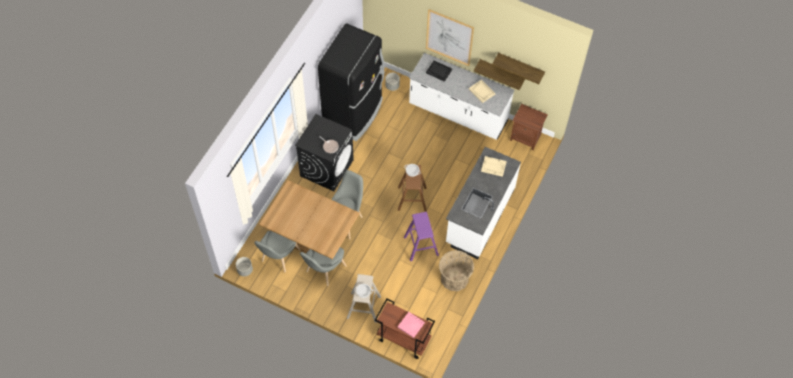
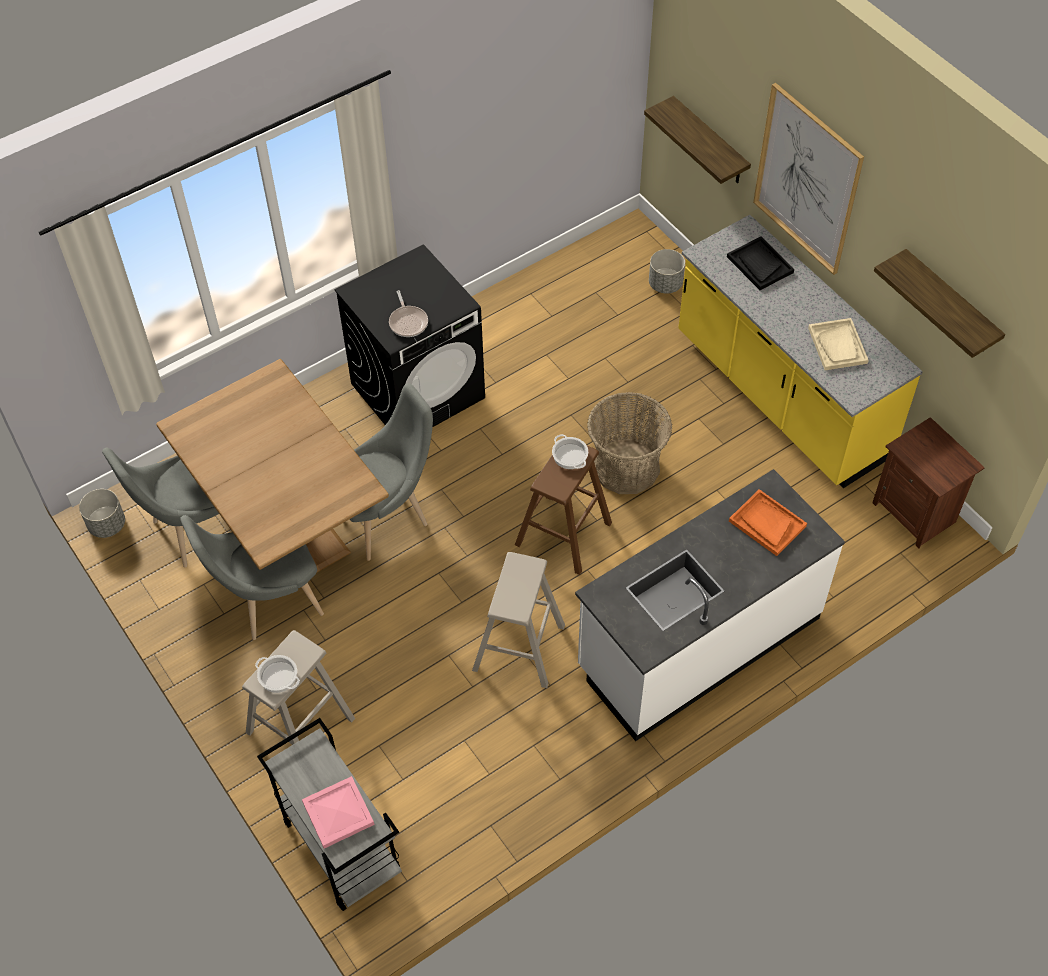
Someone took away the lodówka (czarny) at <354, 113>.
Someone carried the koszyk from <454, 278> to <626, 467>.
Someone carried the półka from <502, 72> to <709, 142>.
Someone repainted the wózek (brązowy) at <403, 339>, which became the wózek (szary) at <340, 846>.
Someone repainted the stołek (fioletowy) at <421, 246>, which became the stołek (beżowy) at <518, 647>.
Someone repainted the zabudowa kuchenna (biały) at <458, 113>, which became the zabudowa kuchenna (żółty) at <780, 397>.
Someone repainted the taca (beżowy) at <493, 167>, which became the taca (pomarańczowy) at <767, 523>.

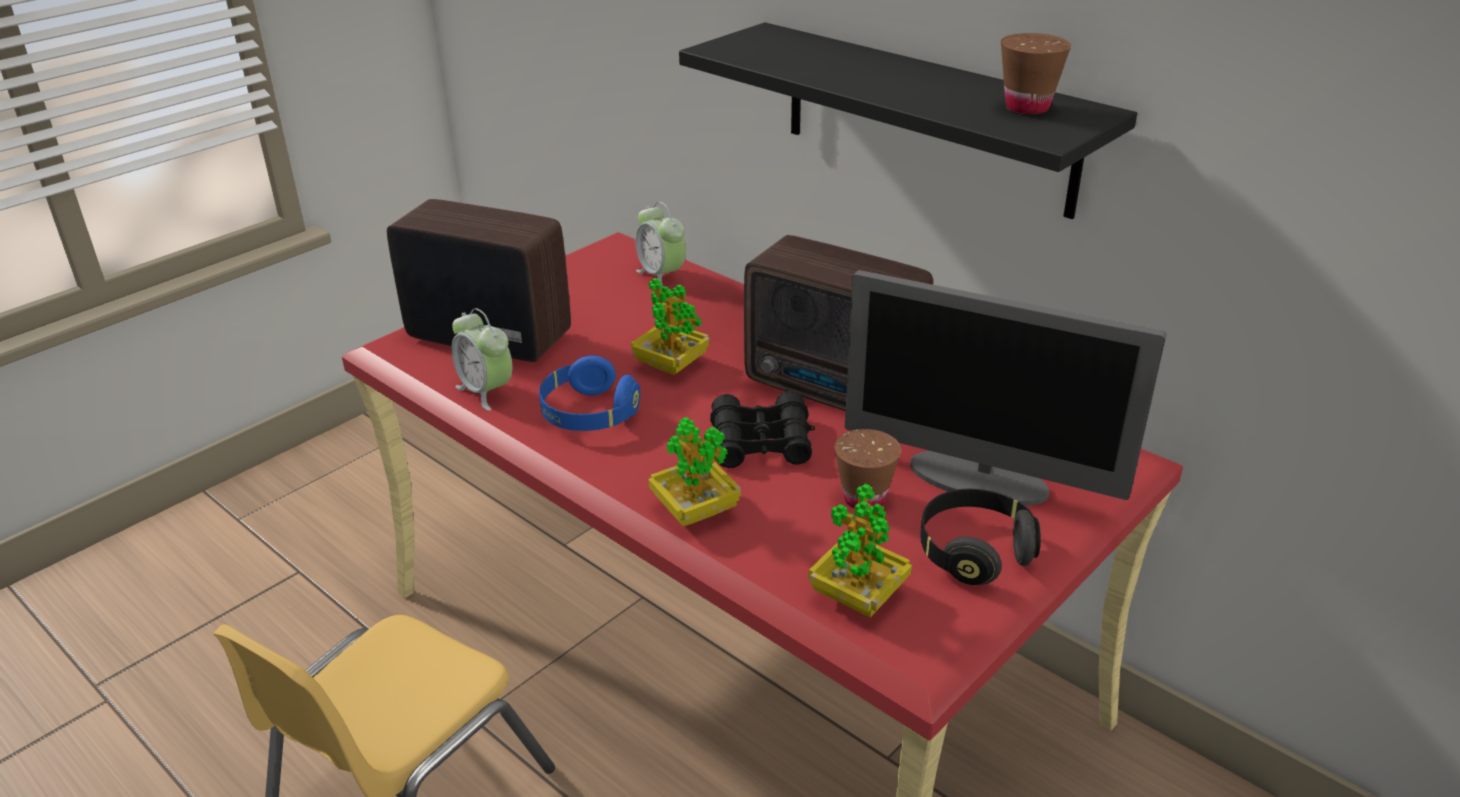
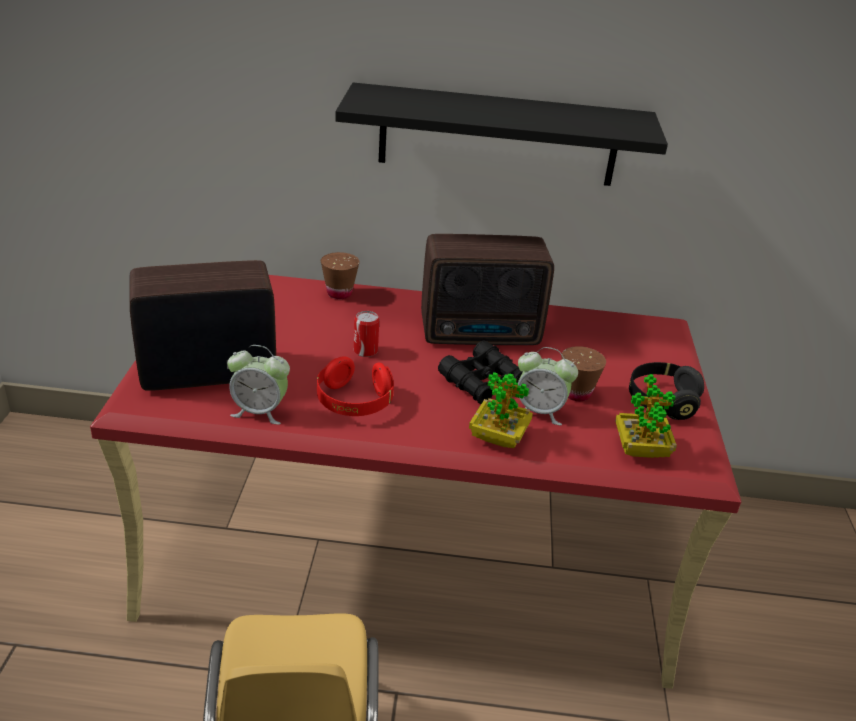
Someone took away the monitor at <979, 480>.
Someone carried the budzik from <661, 276> to <539, 411>.
Someone carried the filiżanka (brązowy) from <1027, 108> to <339, 293>.
Someone swapped the roślina doniczkowa at <671, 365> for the puszka at <365, 351>.
Someone repainted the słuchawki (niebieski) at <589, 415>, which became the słuchawki (czerwony) at <354, 402>.

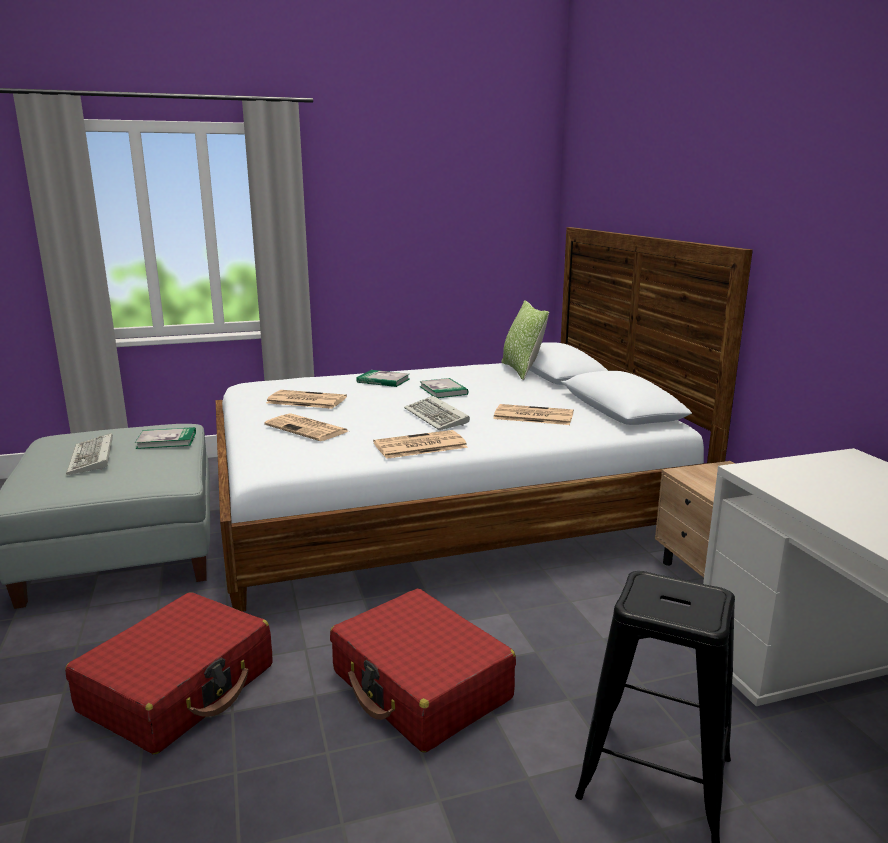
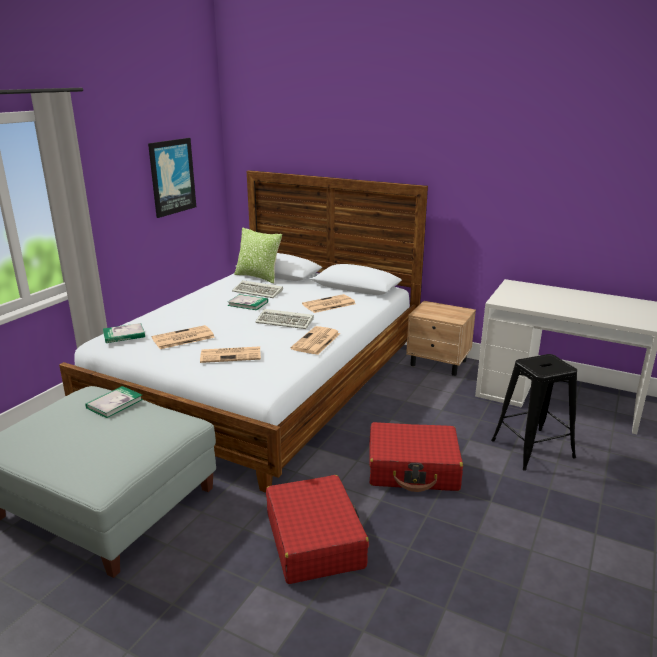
Someone put up the obraz at <172, 177>.
Someone carried the klawiatura from <93, 458> to <259, 291>.
Someone carried the książka from <383, 380> to <124, 335>.

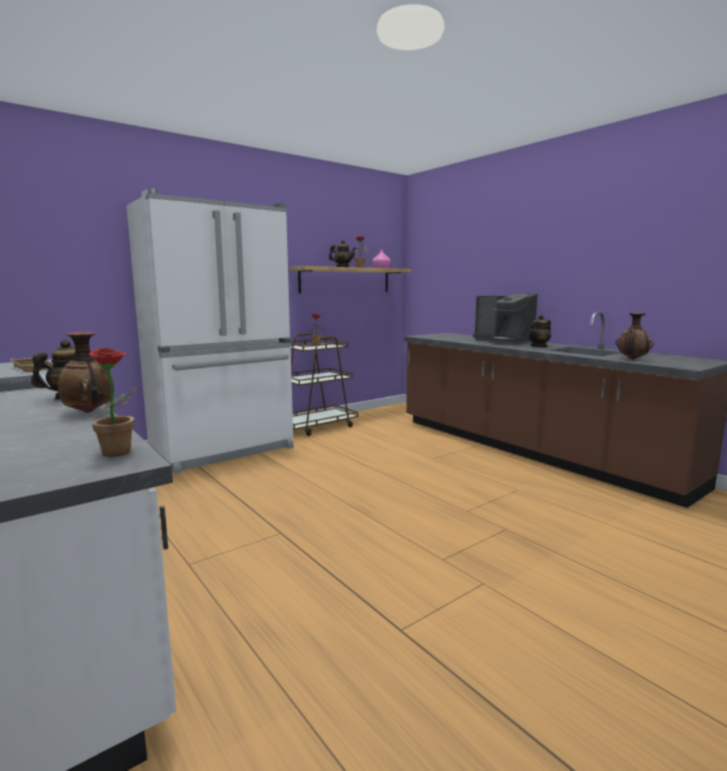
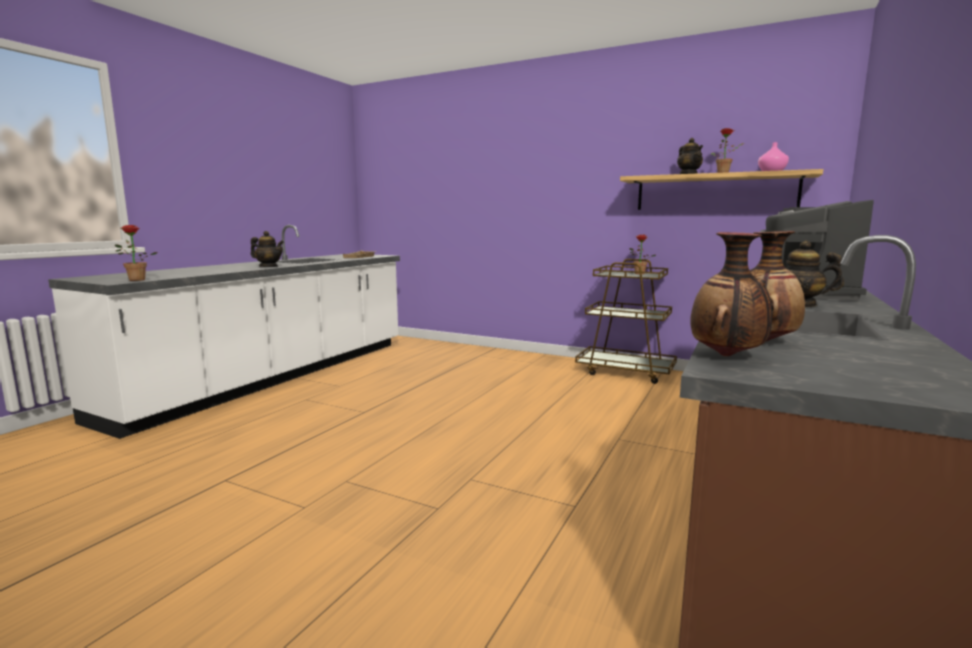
Someone took away the lodówka (biały) at <224, 450>.
Someone carried the wazon from <90, 412> to <727, 356>.

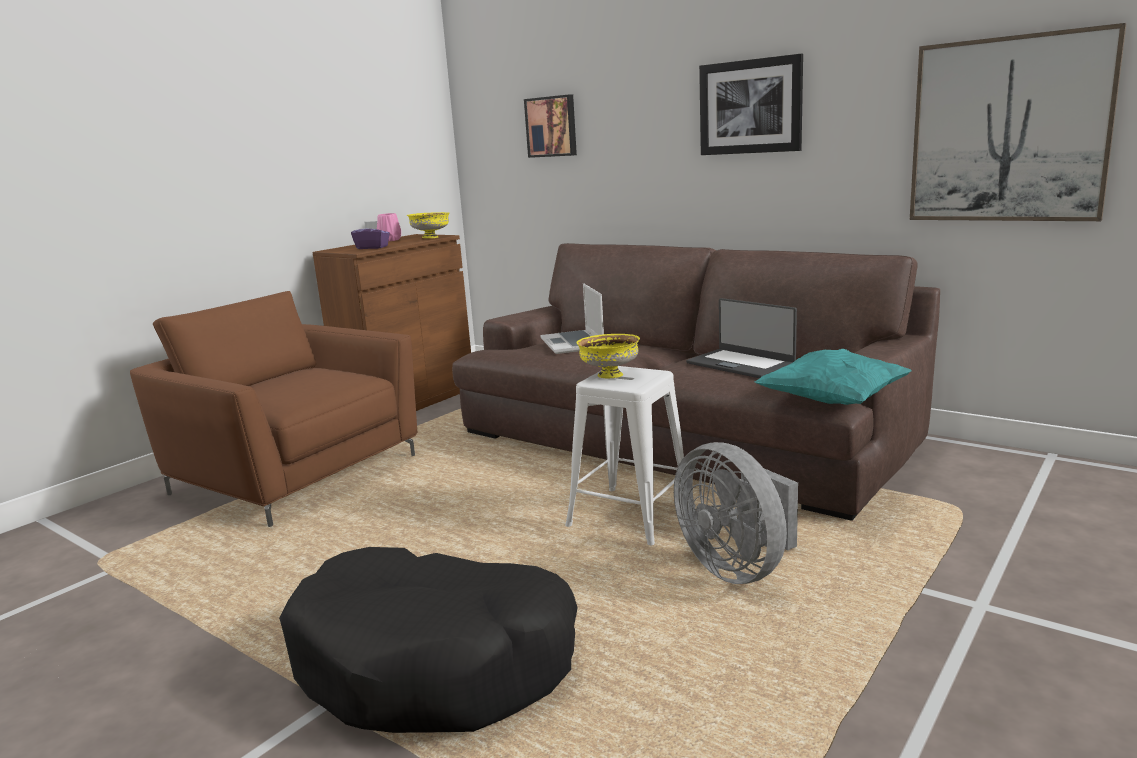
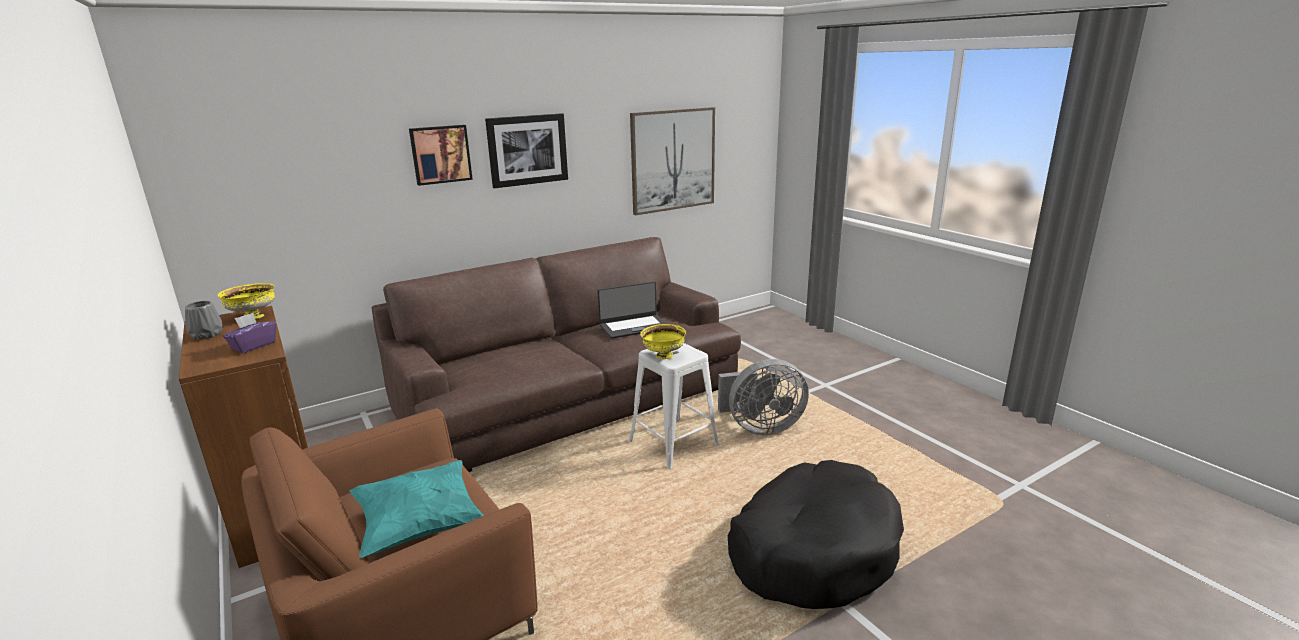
Someone took away the laptop at <573, 344>.
Someone carried the obraz from <552, 126> to <440, 154>.
Someone carried the poduszka (turkusowy) from <832, 402> to <420, 526>.
Someone repainted the wazon (różowy) at <389, 240>, which became the wazon (szary) at <207, 335>.

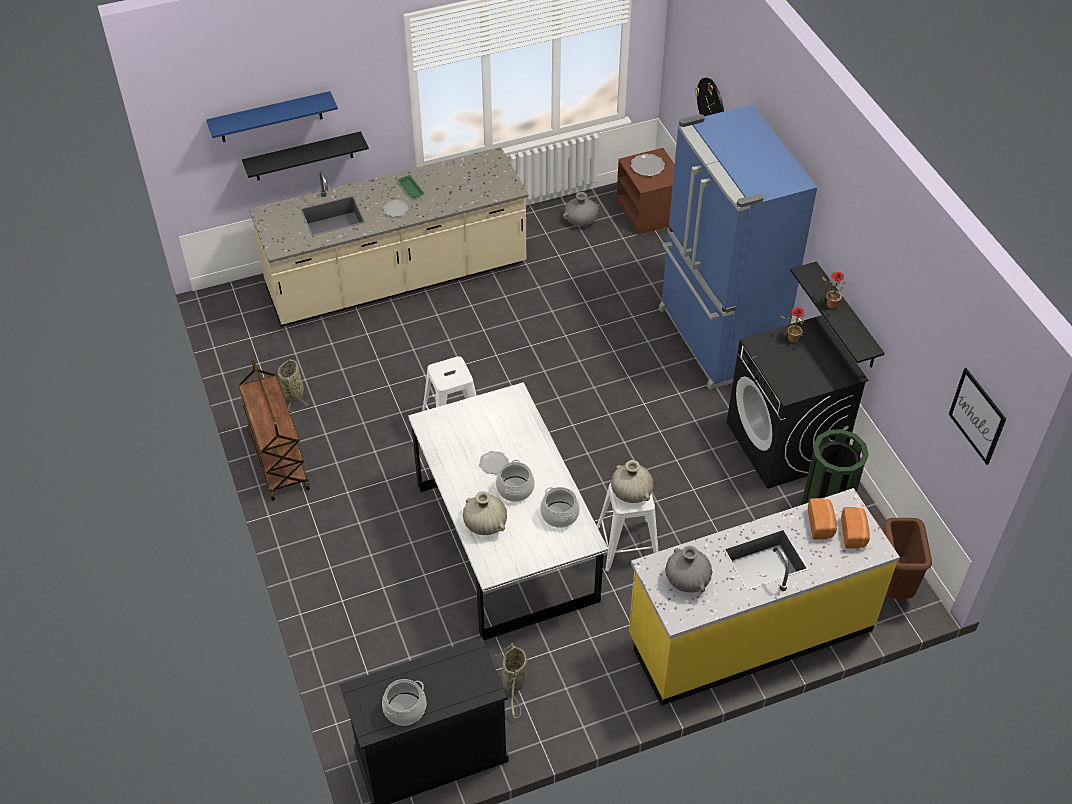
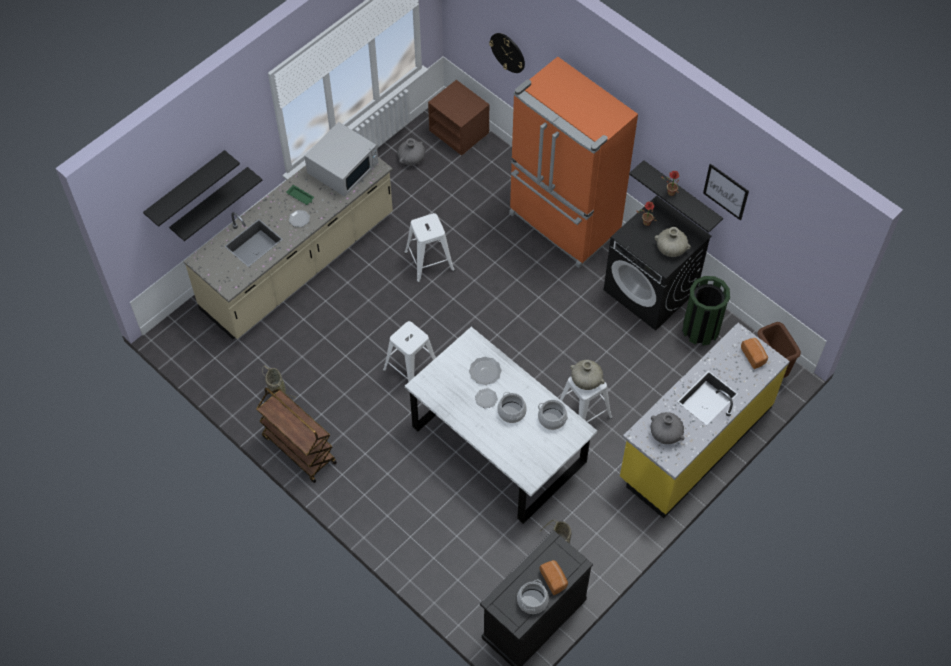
Someone put down the mikrofalówka (biały) at <343, 168>.
Someone put down the stołek (biały) at <430, 261>.
Someone carried the wazon (beżowy) from <485, 524> to <671, 248>.
Someone carried the talerz from <647, 166> to <485, 371>.
Someone carried the chleb from <821, 524> to <554, 579>.
Someone carried the obraz from <977, 416> to <726, 191>.
Someone repainted the półka (niebieski) at <270, 117>, which became the półka (czarny) at <186, 188>.
Someone repainted the lodówka (niebieski) at <716, 339>, which became the lodówka (pomarańczowy) at <563, 224>.

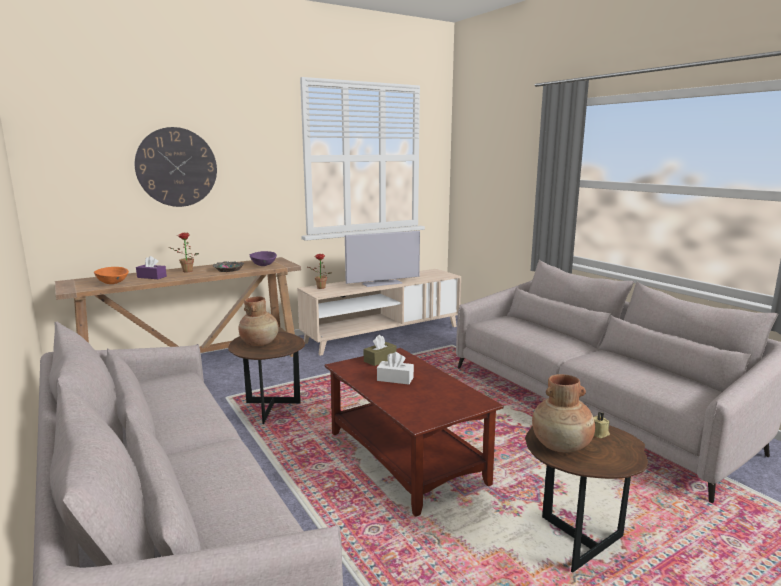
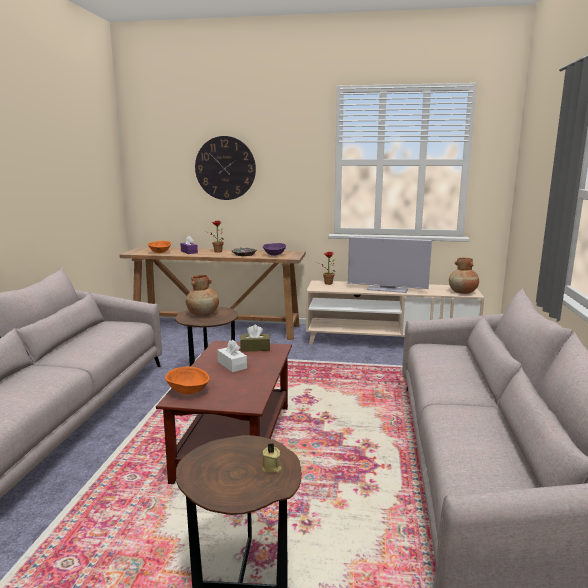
Someone put down the miska (pomarańczowy) at <188, 391>.
Someone carried the wazon (brązowy) from <561, 446> to <462, 292>.

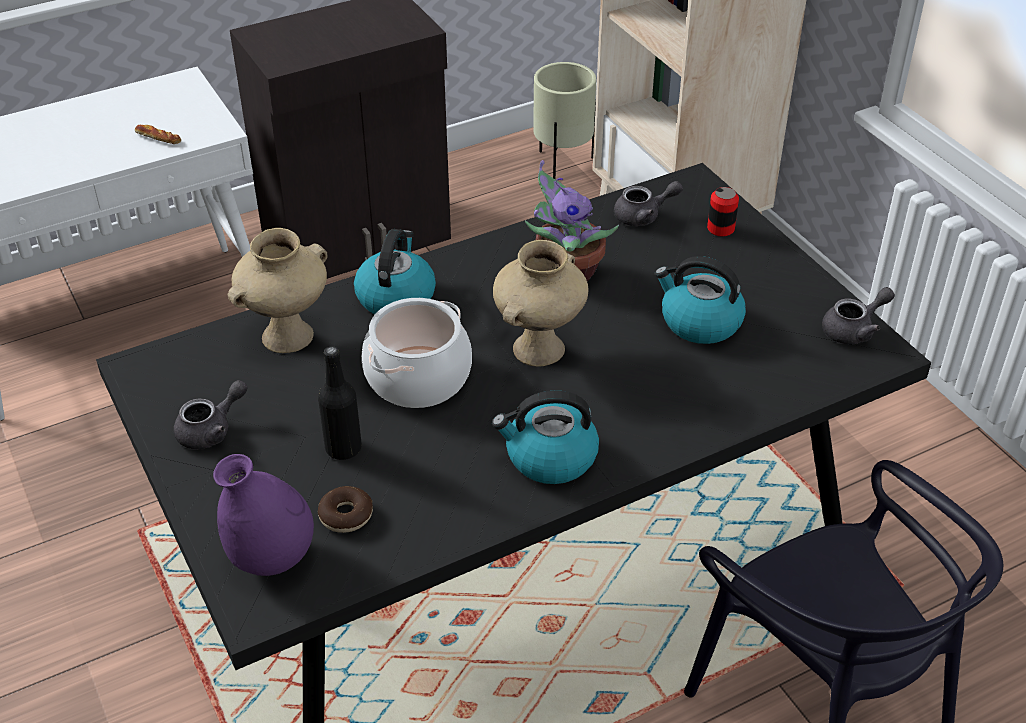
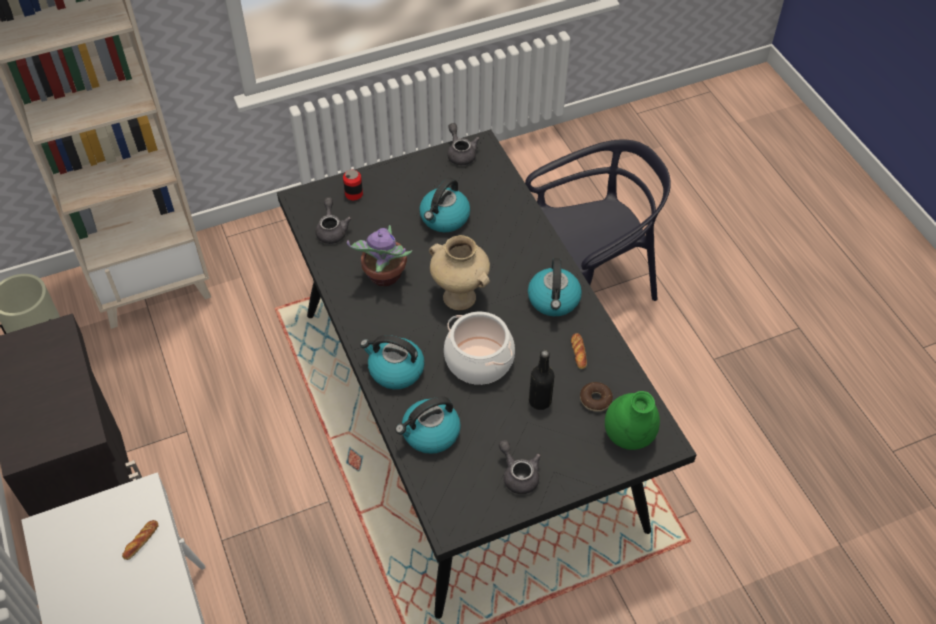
Someone put down the chleb at <578, 352>.
Someone swapped the wazon (beżowy) at <287, 338> for the czajnik at <430, 434>.
Someone repainted the wazon (fioletowy) at <272, 559>, which became the wazon (zielony) at <628, 436>.

